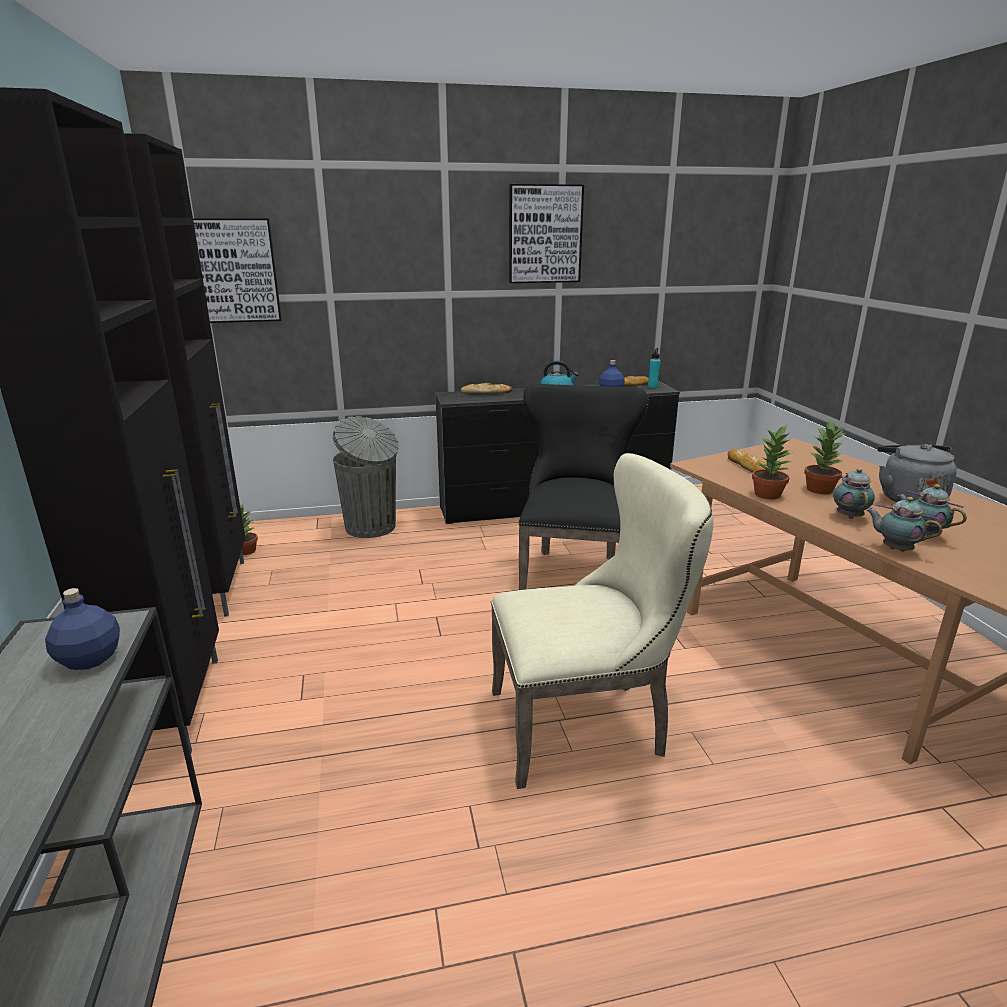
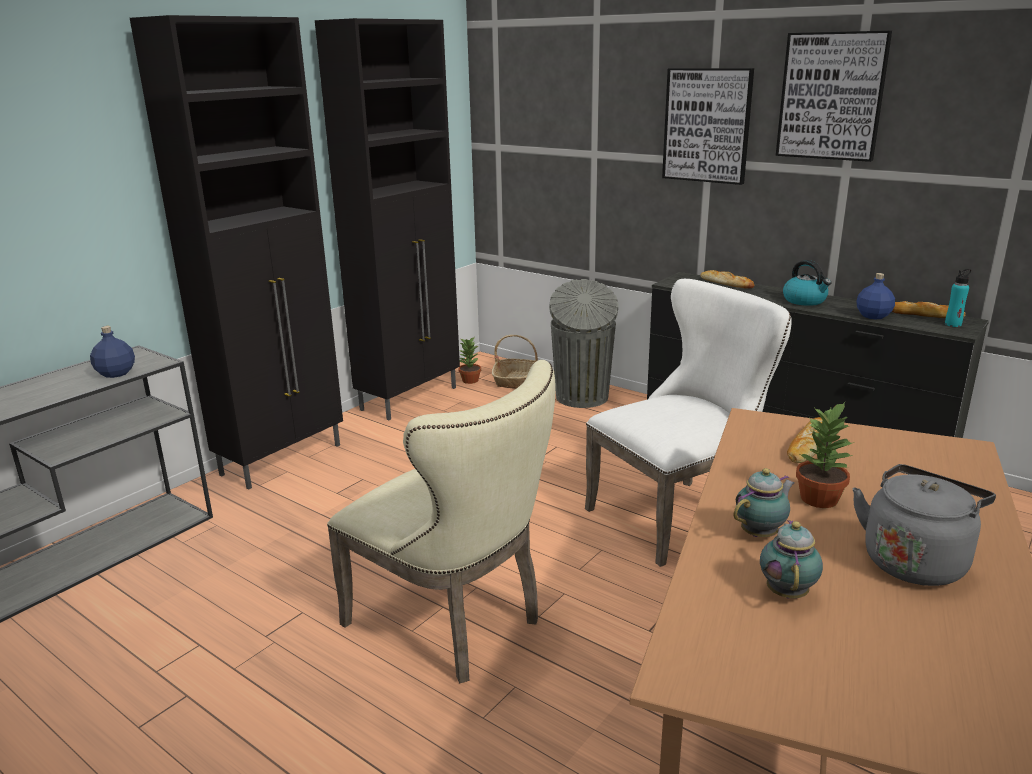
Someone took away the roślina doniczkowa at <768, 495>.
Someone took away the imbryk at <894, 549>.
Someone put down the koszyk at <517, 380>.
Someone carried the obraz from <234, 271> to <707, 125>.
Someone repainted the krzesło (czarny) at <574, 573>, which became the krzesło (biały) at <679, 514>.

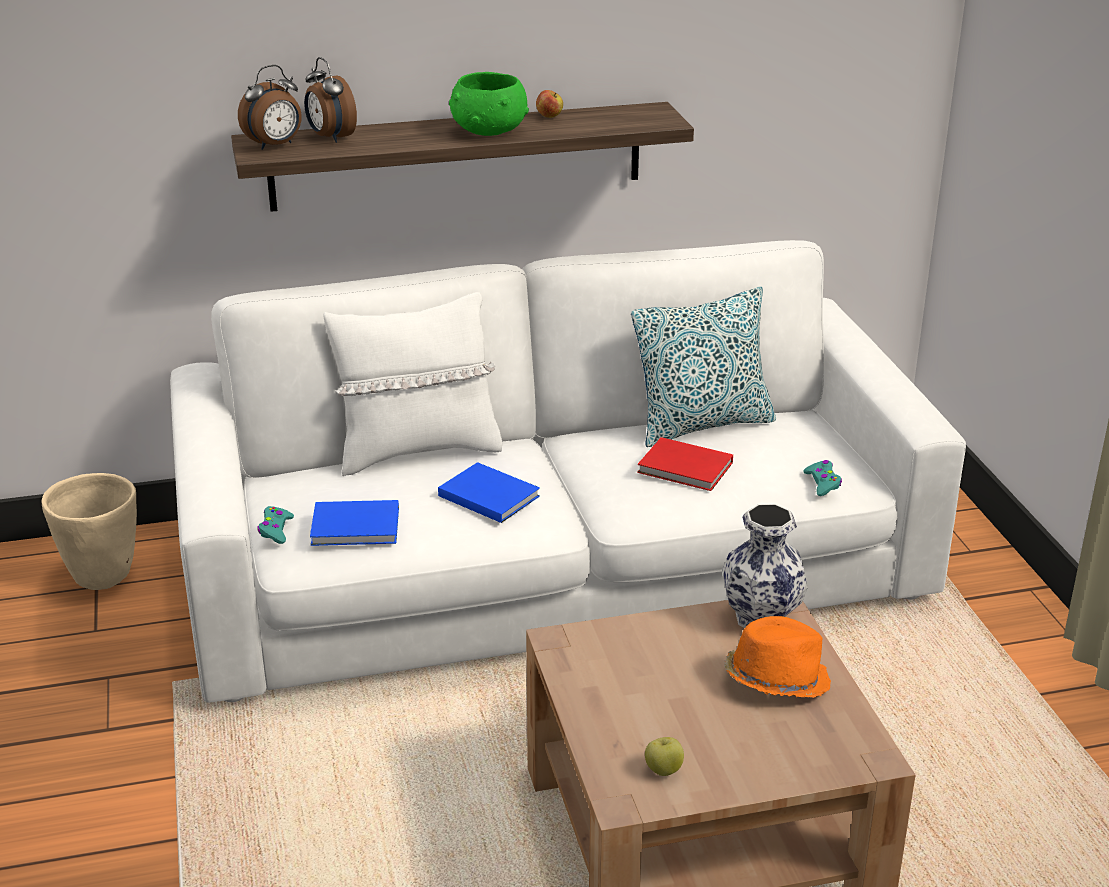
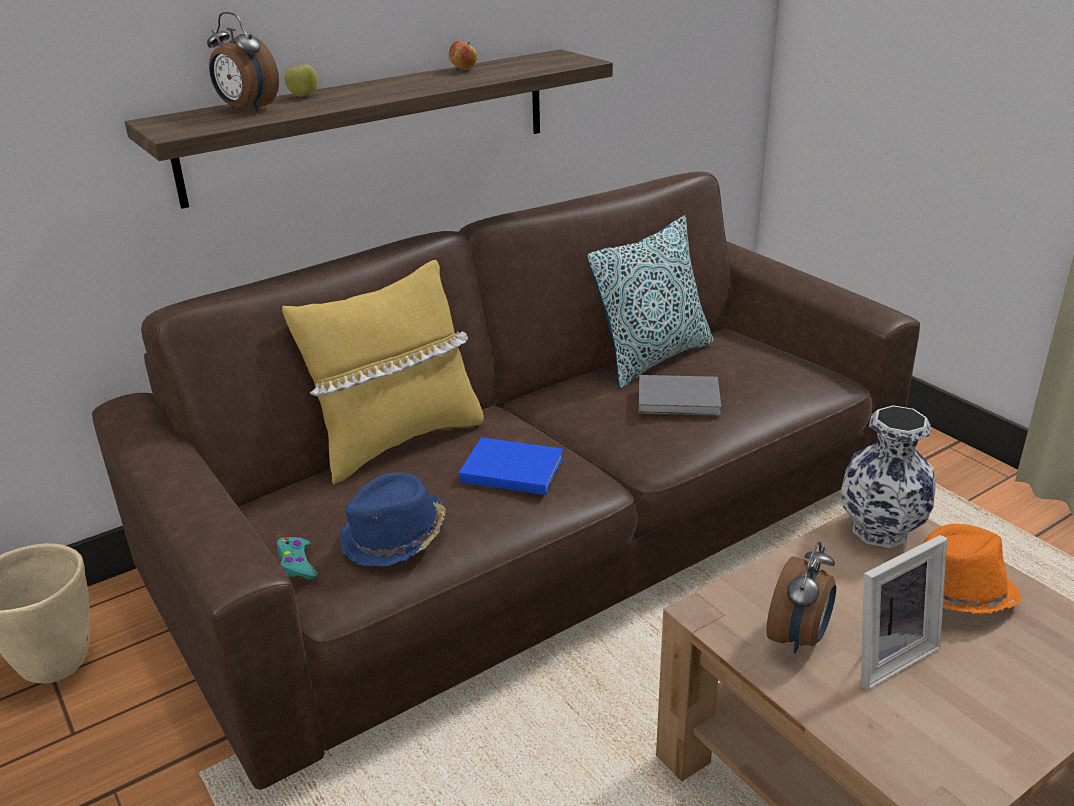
Someone took away the miska (zielony) at <488, 130>.
Someone took away the pad do gier (turkusowy) at <822, 483>.
Someone put down the ramka na zdjęcie at <885, 655>.
Someone carried the budzik from <275, 145> to <799, 637>.
Someone carried the jabłko from <663, 770> to <303, 96>.
Someone swapped the książka (niebieski) at <358, 527> for the kapelusz (niebieski) at <394, 538>.
Someone repainted the kanapa (biały) at <554, 565>, which became the kanapa (brązowy) at <539, 525>.
Someone repainted the poduszka (biały) at <417, 451>, which became the poduszka (żółty) at <397, 441>.
Someone repainted the książka (czerwony) at <686, 469>, which became the książka (szary) at <681, 400>.

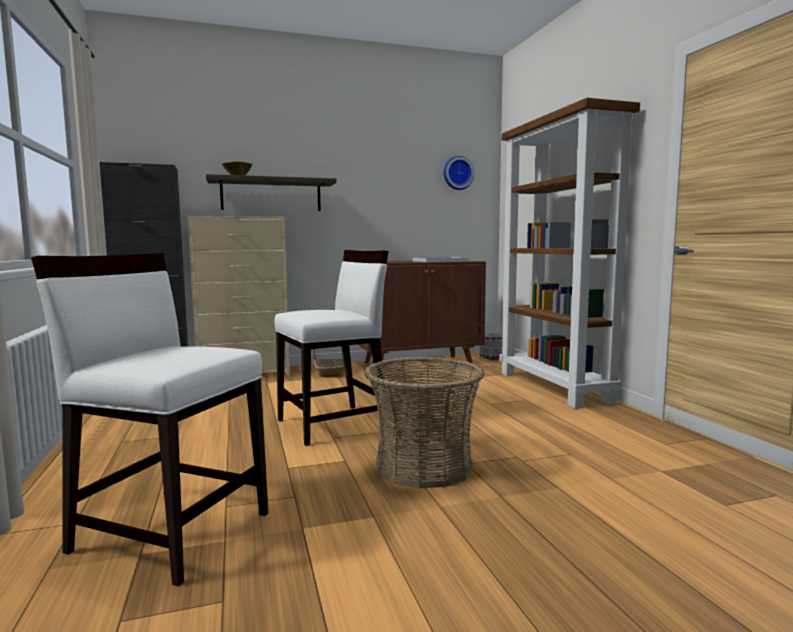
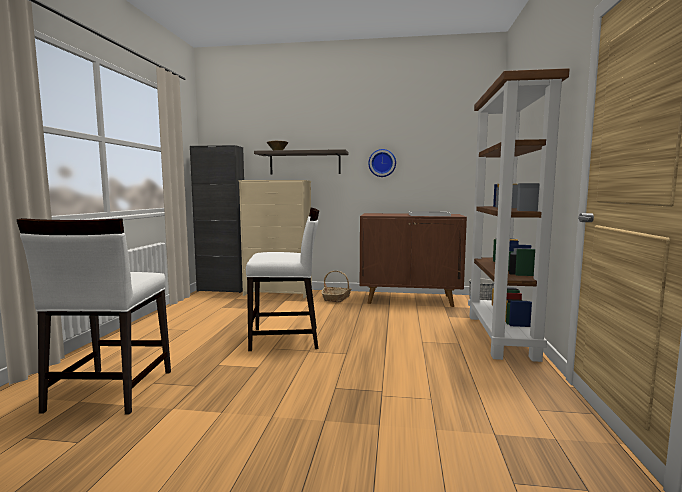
Someone took away the koszyk at <424, 466>.
Someone carried the zegar ścienny from <457, 173> to <382, 163>.
Someone rotated the krzesło (biały) at <171, 530> by 135 degrees counterclockwise.

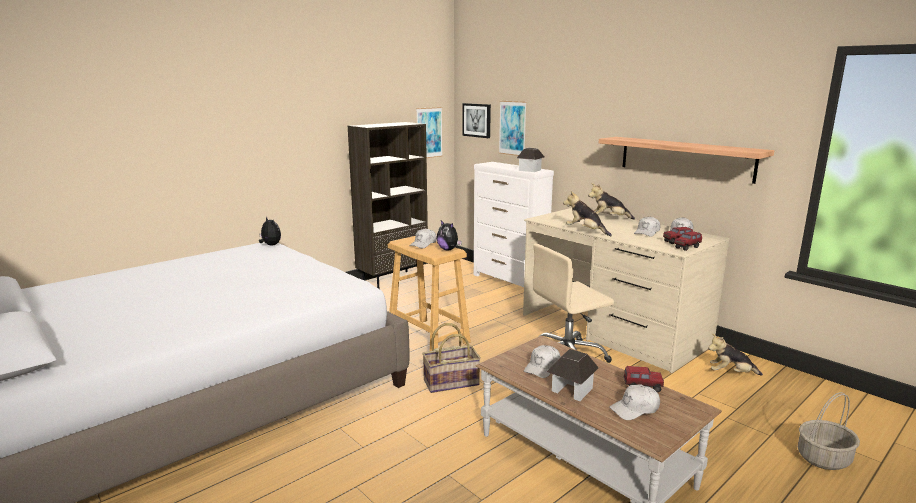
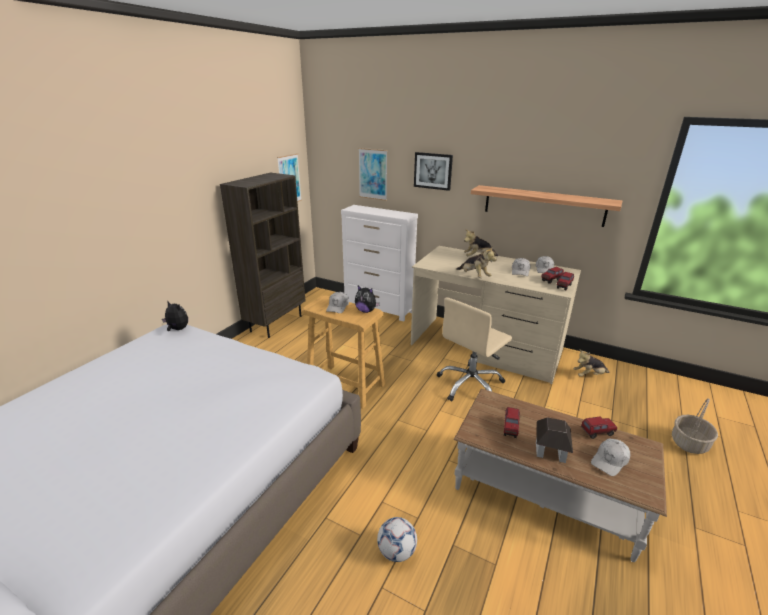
Someone took away the koszyk at <451, 382>.
Someone took away the domek at <530, 170>.
Someone put down the piłka futbolowa at <396, 551>.
Someone carried the obraz from <477, 120> to <433, 171>.
Someone swapped the czapka z daszkiem (biały) at <542, 367> for the ciężarówka zabawkowa at <510, 429>.
Someone rotated the pluszak at <585, 231> by 150 degrees counterclockwise.

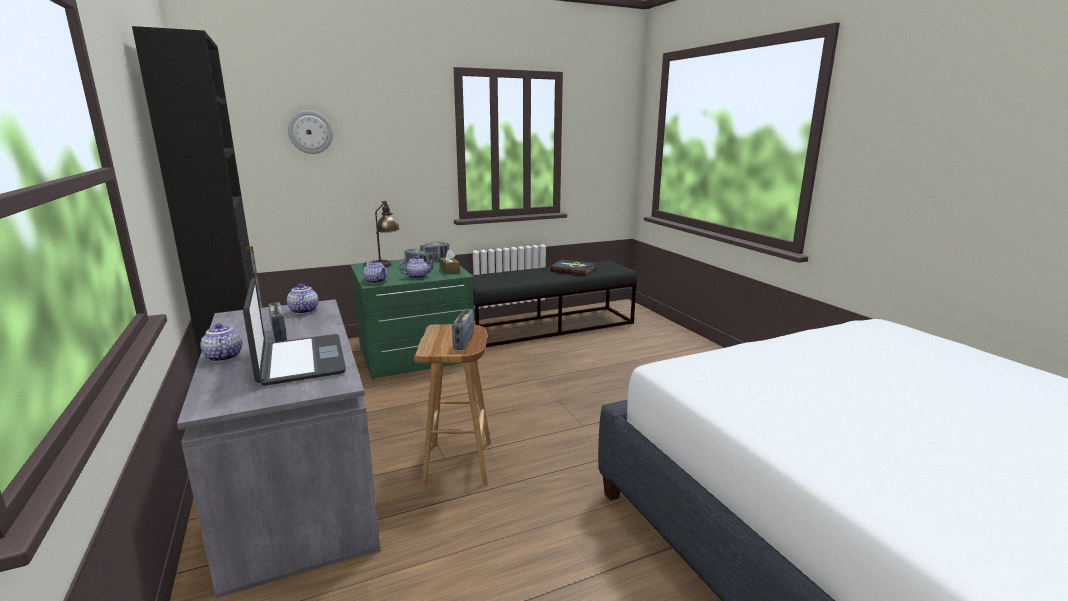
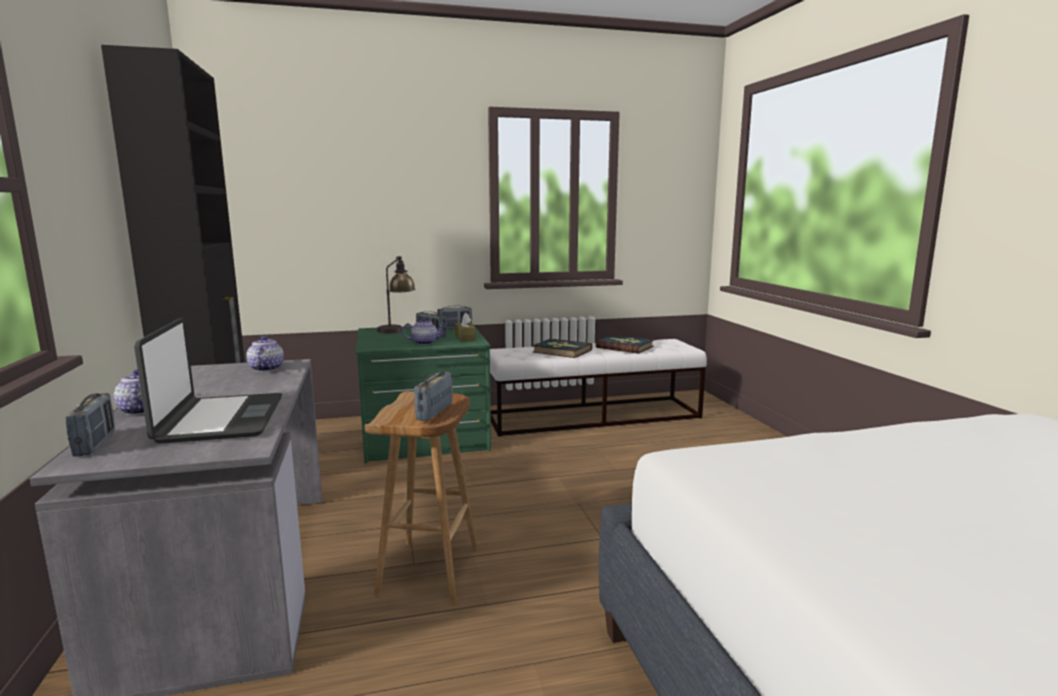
Someone took away the zegar ścienny at <310, 132>.
Someone took away the imbryk at <376, 281>.
Someone put down the książka at <562, 351>.
Someone carried the radio from <279, 335> to <95, 444>.
Someone repainted the ławka (czarny) at <549, 326>, which became the ławka (biały) at <593, 416>.

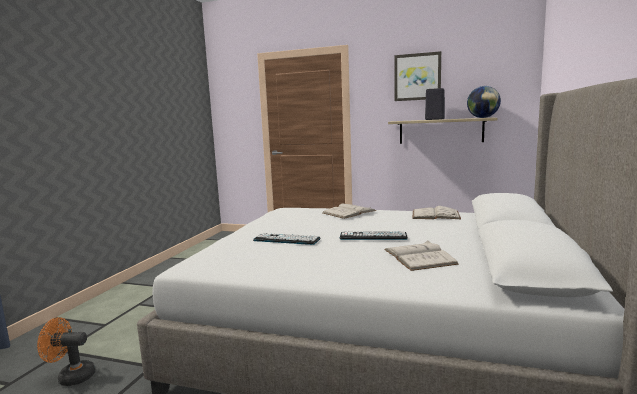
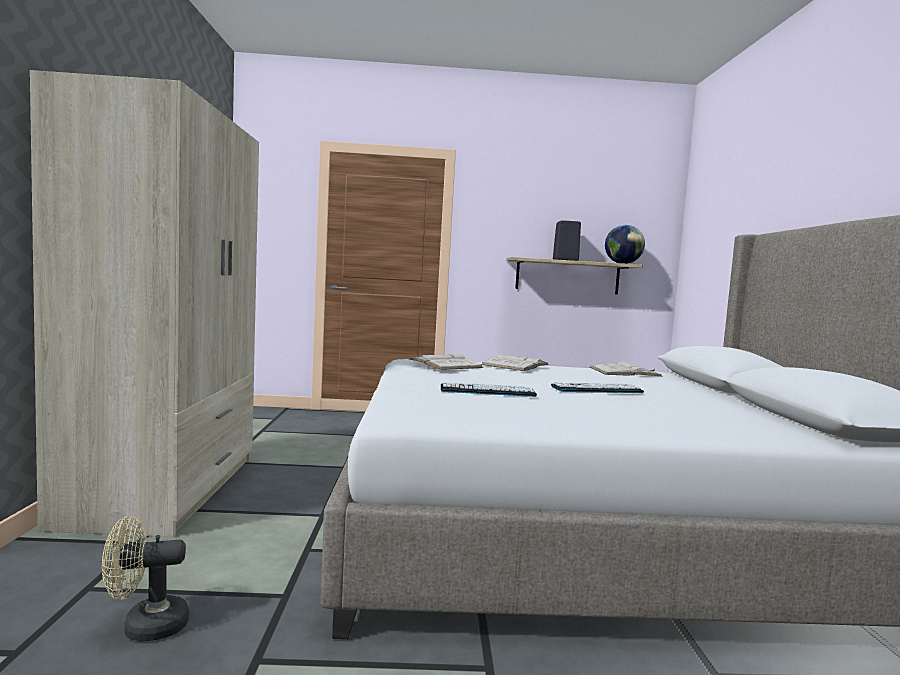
Someone took away the obraz at <417, 77>.
Someone put down the szafa (beżowy) at <165, 489>.
Someone carried the książka (biały) from <419, 256> to <445, 363>.
Someone repainted the wentylator (pomarańczowy) at <71, 377>, which became the wentylator (beżowy) at <145, 626>.

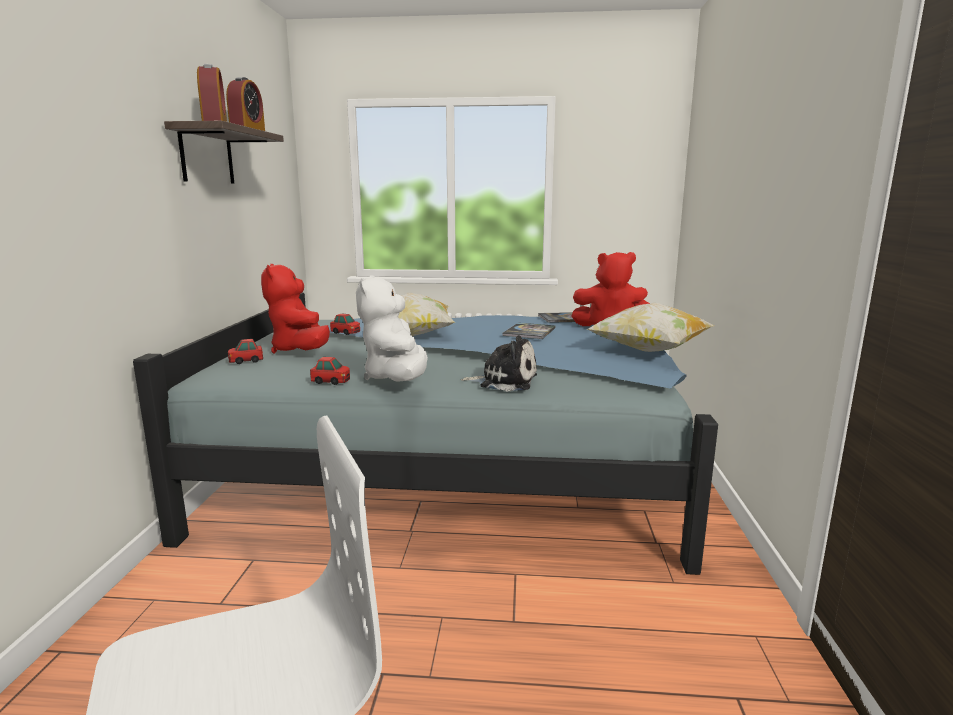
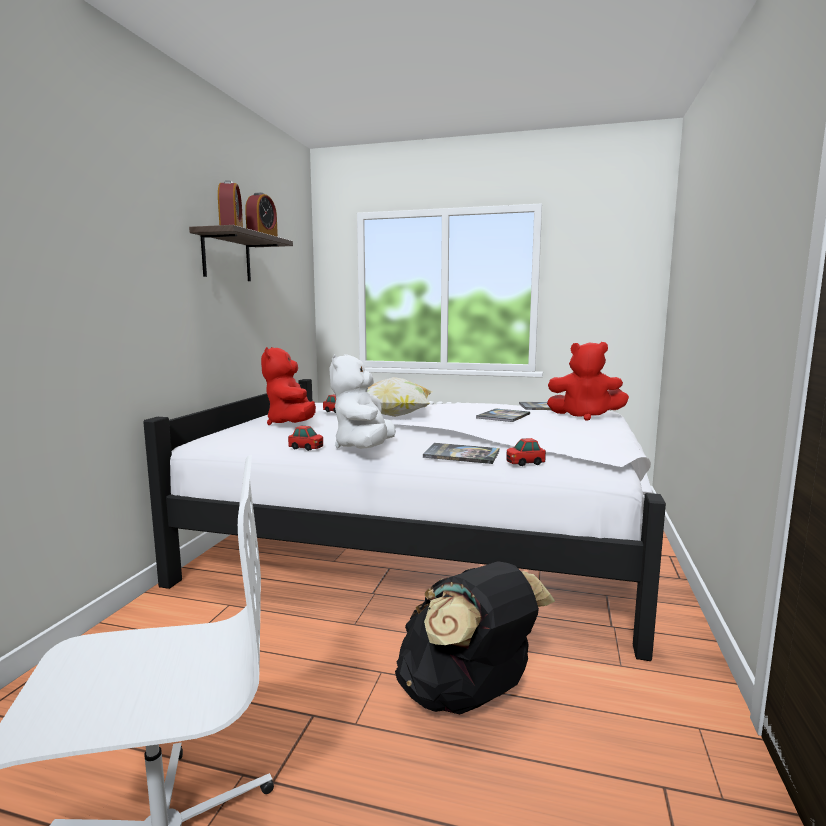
Someone took away the poduszka at <648, 351>.
Someone put down the plecak (czarny) at <467, 696>.
Someone carried the samochodzik from <246, 361> to <524, 463>.
Someone swapped the pluszak at <504, 381> for the książka at <461, 454>.
Someone repainted the łóżko (niebieski) at <461, 464>, which became the łóżko (biały) at <435, 539>.

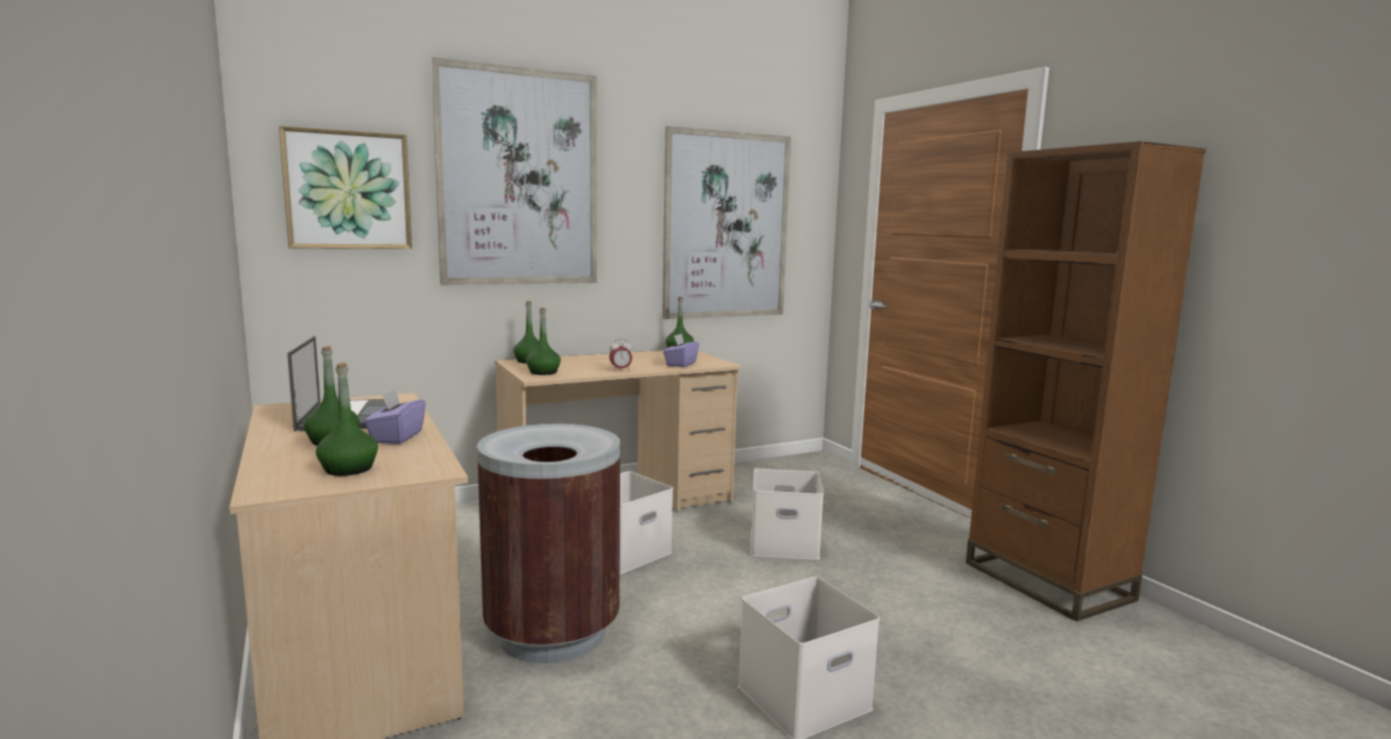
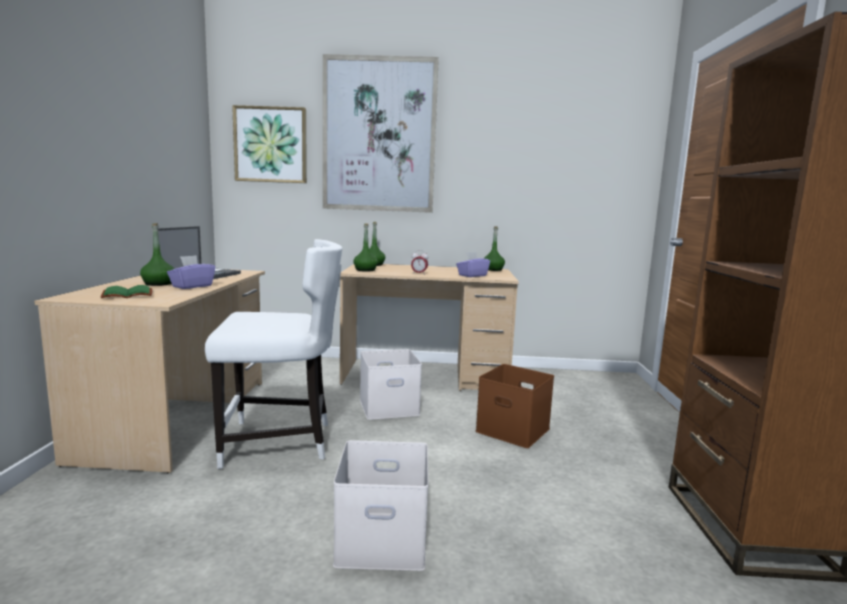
Someone took away the obraz at <726, 226>.
Someone swapped the butelka (zielony) at <348, 469> for the książka (zielony) at <126, 295>.
Someone swapped the kosz na śmieci (brązowy) at <553, 633> for the krzesło (biały) at <280, 442>.
Someone repainted the pojemnik do przechowywania (biały) at <785, 543>, which became the pojemnik do przechowywania (brązowy) at <514, 430>.

